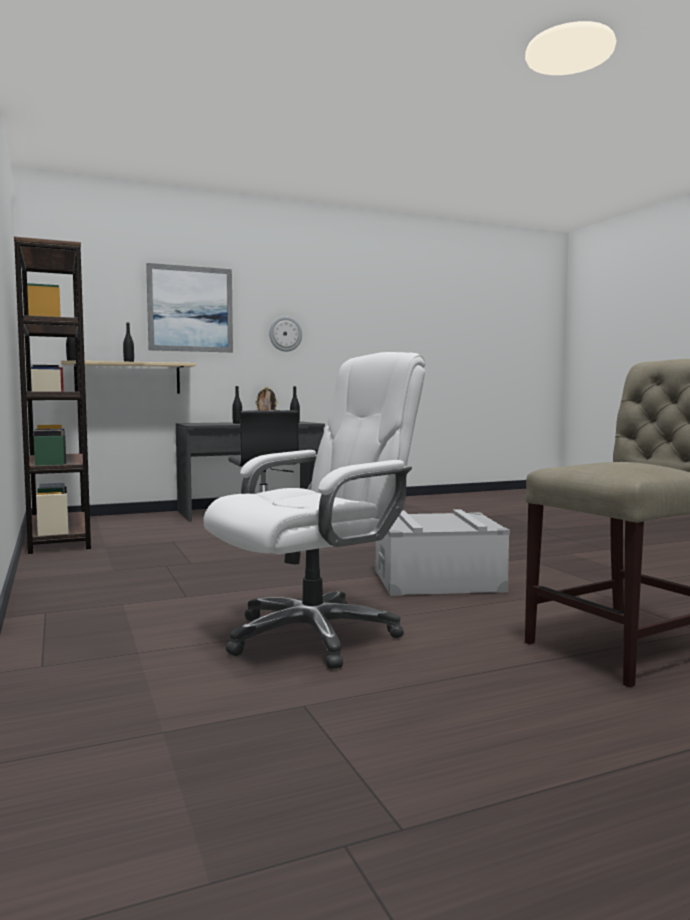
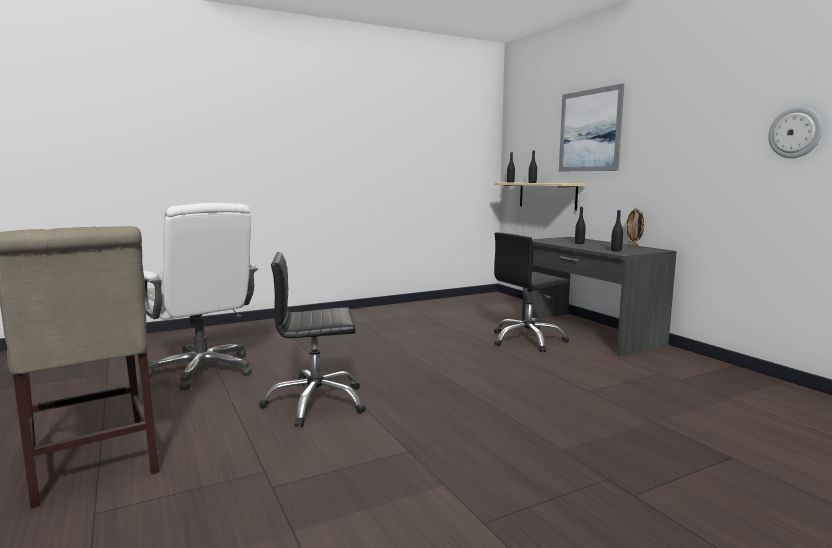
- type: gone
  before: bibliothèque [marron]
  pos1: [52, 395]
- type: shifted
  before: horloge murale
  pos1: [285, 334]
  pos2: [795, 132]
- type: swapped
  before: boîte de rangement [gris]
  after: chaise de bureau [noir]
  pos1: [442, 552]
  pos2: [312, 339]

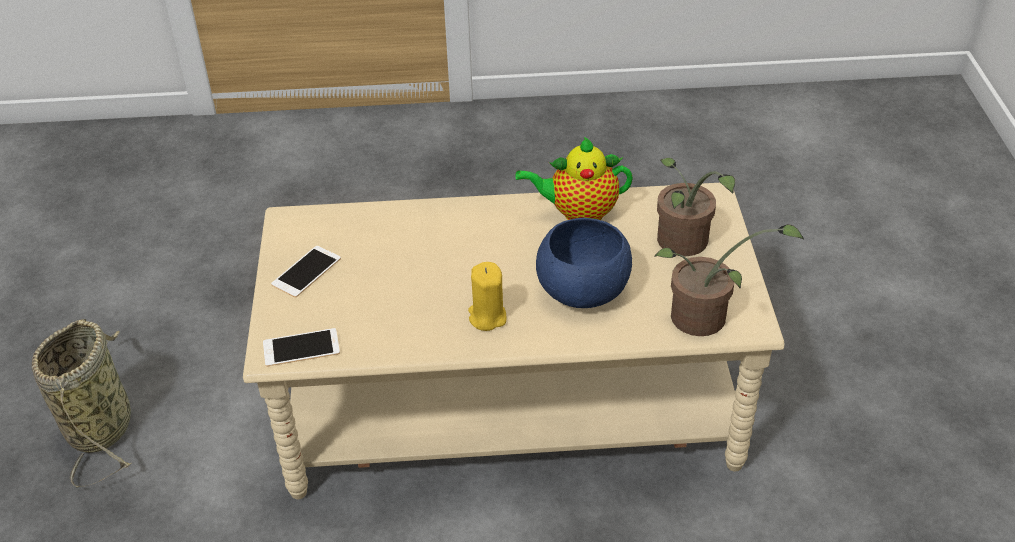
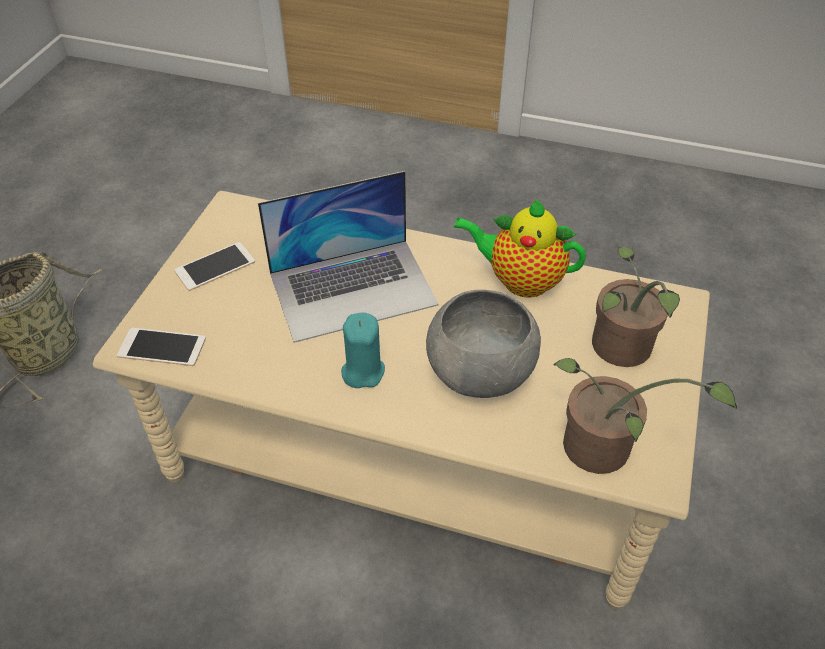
- type: repainted
  before: bol [bleu]
  after: bol [gris]
  pos1: [584, 263]
  pos2: [483, 344]
- type: repainted
  before: bougie [jaune]
  after: bougie [turquoise]
  pos1: [487, 296]
  pos2: [363, 350]
- type: new
  after: ordinateur portable
  pos2: [348, 257]

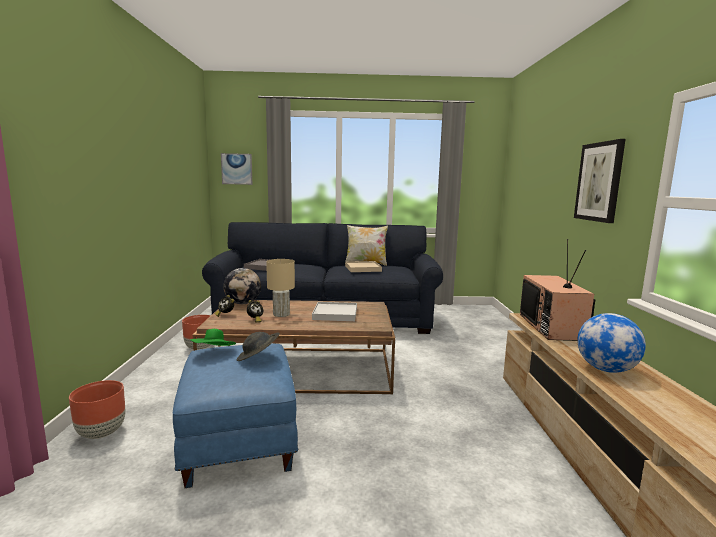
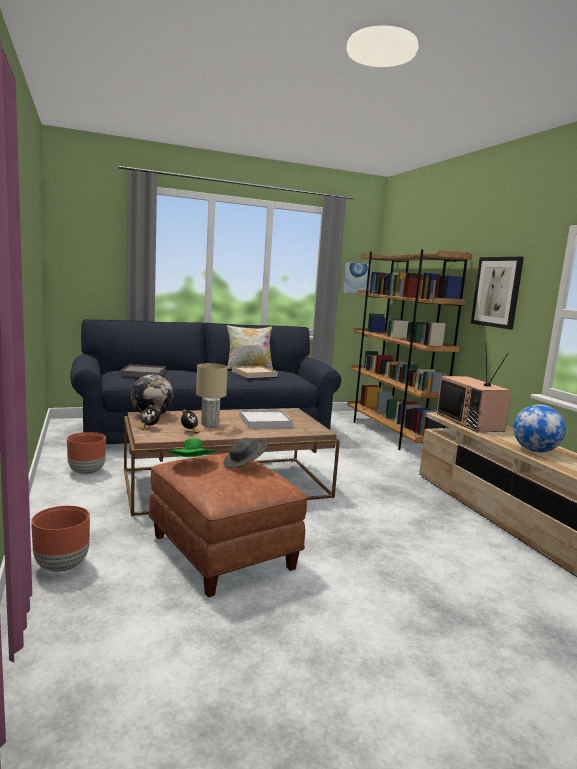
- type: shifted
  before: tableau
  pos1: [236, 169]
  pos2: [357, 277]
- type: repainted
  before: pouf [bleu]
  after: pouf [marron]
  pos1: [236, 416]
  pos2: [228, 525]
- type: new
  after: bibliothèque [marron]
  pos2: [409, 349]

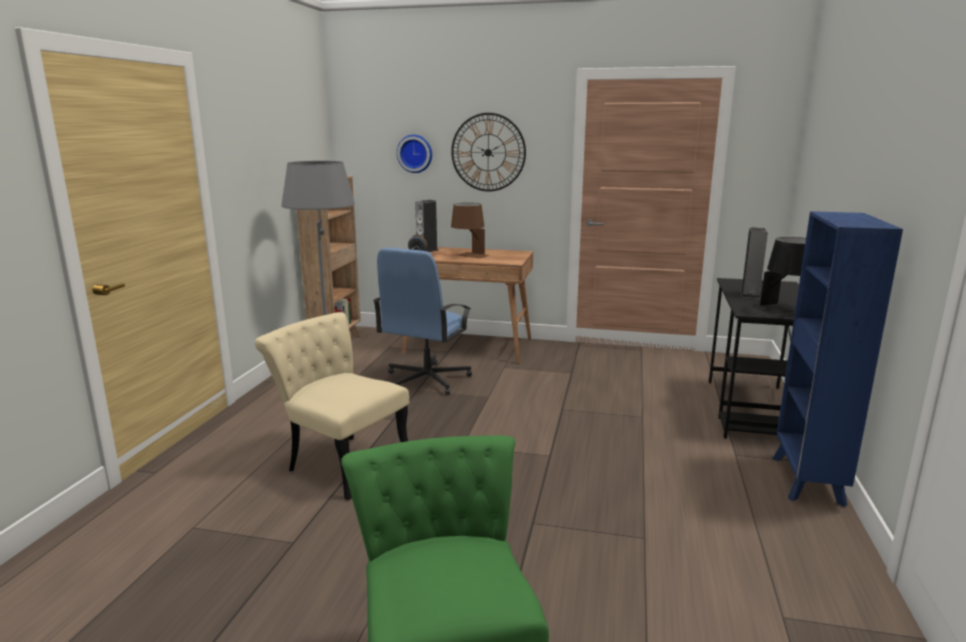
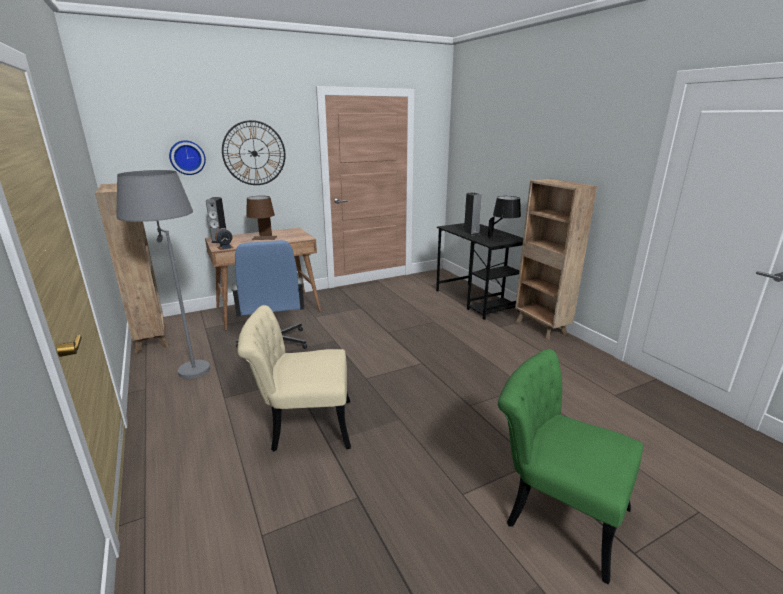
- type: repainted
  before: bibliothèque [bleu]
  after: bibliothèque [marron]
  pos1: [837, 359]
  pos2: [556, 259]

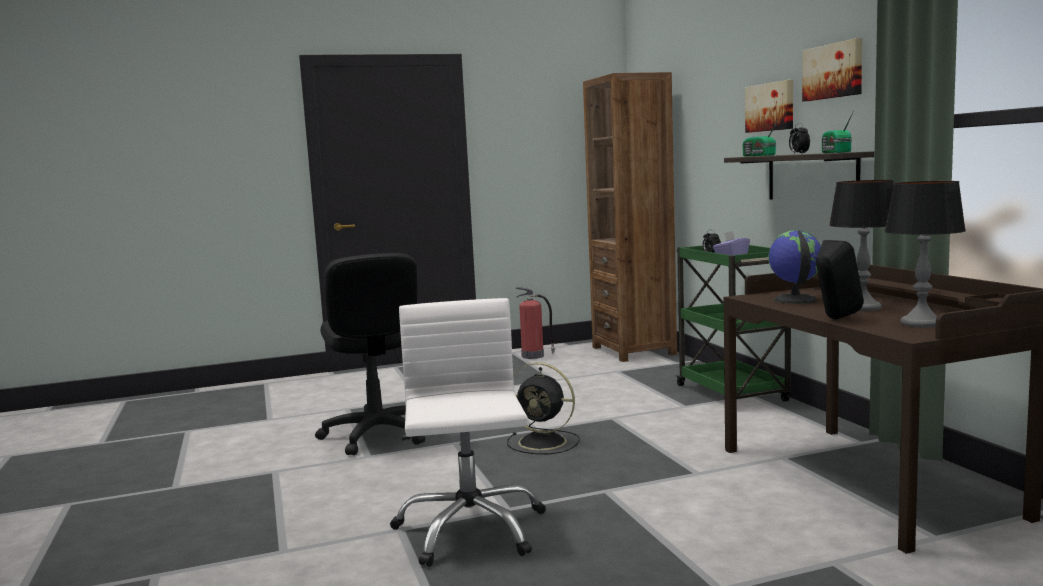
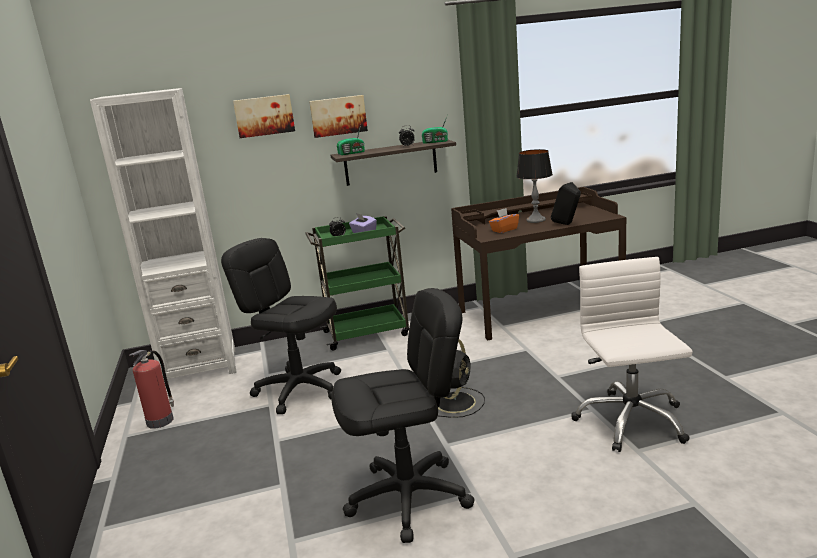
- type: shifted
  before: tableau
  pos1: [832, 69]
  pos2: [264, 116]
- type: repainted
  before: bibliothèque [marron]
  after: bibliothèque [blanc]
  pos1: [630, 217]
  pos2: [163, 237]
- type: gone
  before: lampe de table
  pos1: [925, 254]
- type: swapped
  before: globe
  after: boîte à mouchoirs [orange]
  pos1: [794, 267]
  pos2: [504, 220]
- type: rotated
  before: chaise de bureau [blanc]
  pos1: [468, 432]
  pos2: [632, 354]
  turn: 90
- type: new
  after: chaise de bureau [noir]
  pos2: [281, 326]

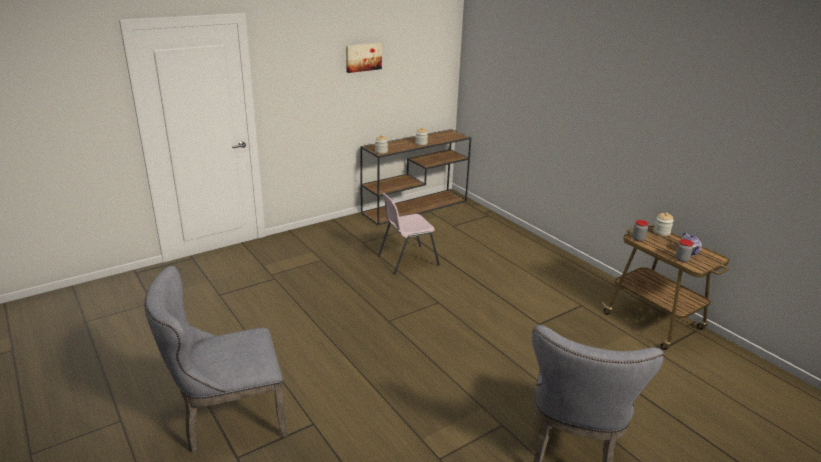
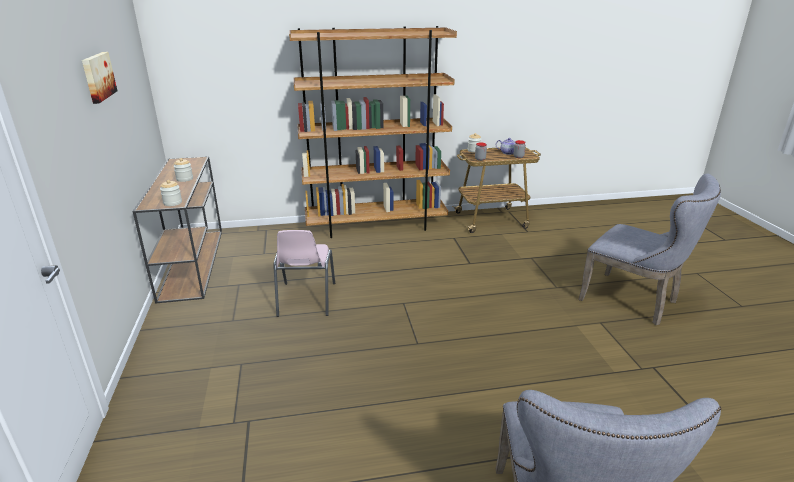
- type: new
  after: bibliothèque [marron]
  pos2: [373, 132]

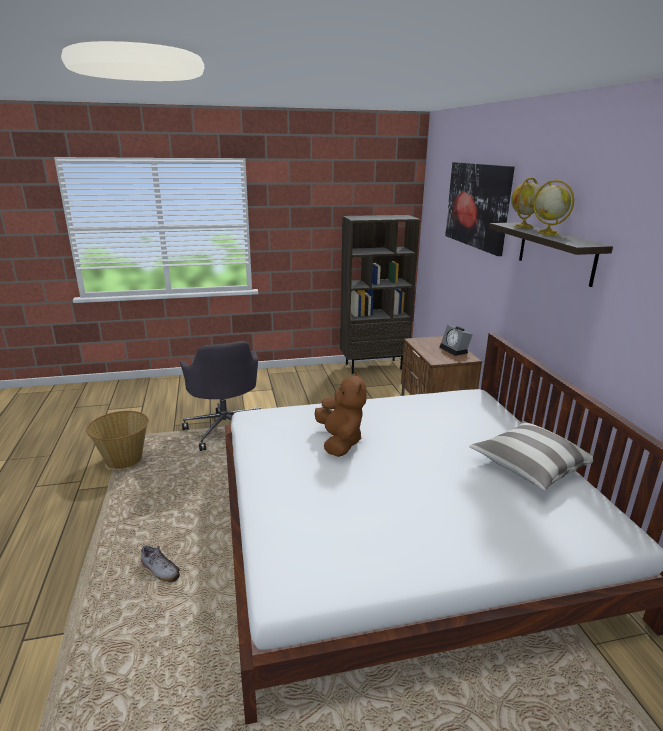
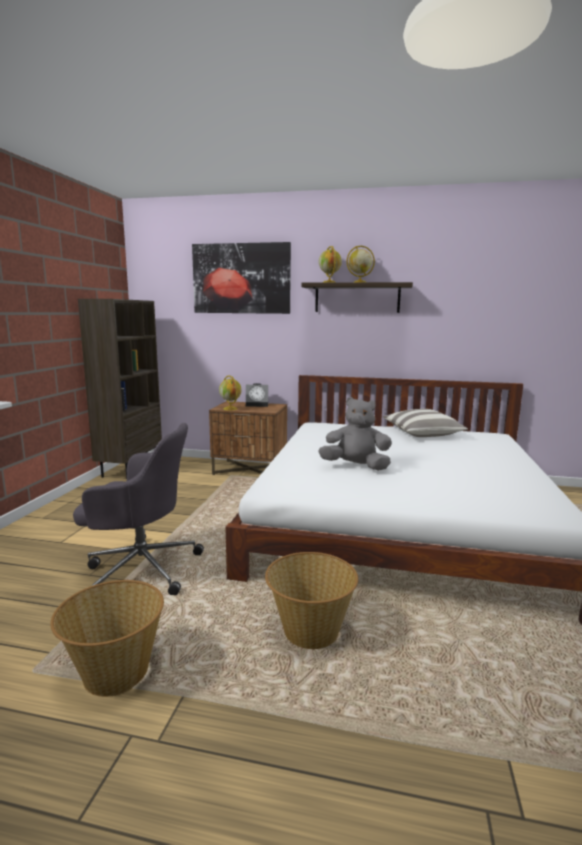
- type: repainted
  before: peluche [marron]
  after: peluche [gris]
  pos1: [341, 414]
  pos2: [355, 434]
- type: gone
  before: chaussure
  pos1: [160, 563]
- type: new
  after: globe
  pos2: [230, 393]
- type: new
  after: panier
  pos2: [311, 600]

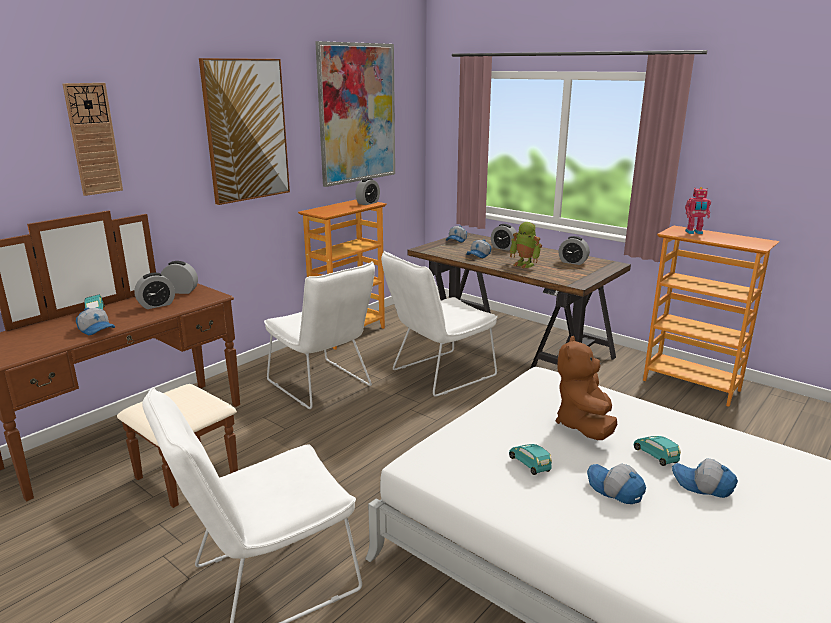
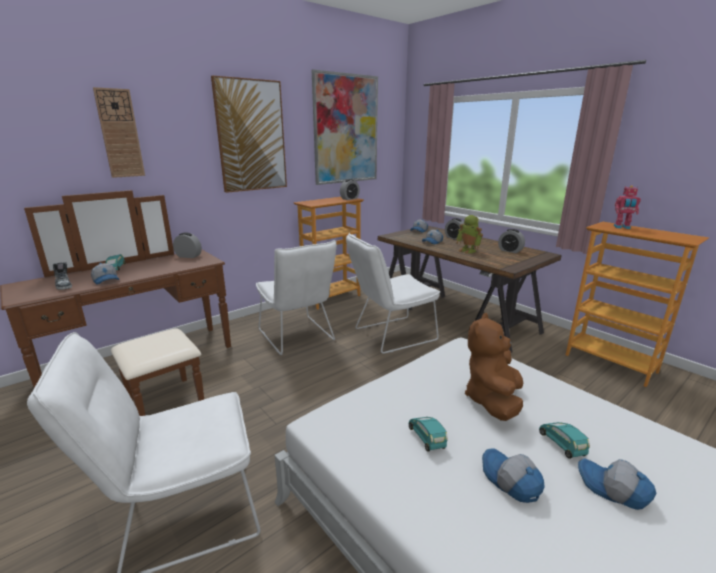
- type: gone
  before: réveil
  pos1: [154, 291]
- type: new
  after: chaussure
  pos2: [62, 276]

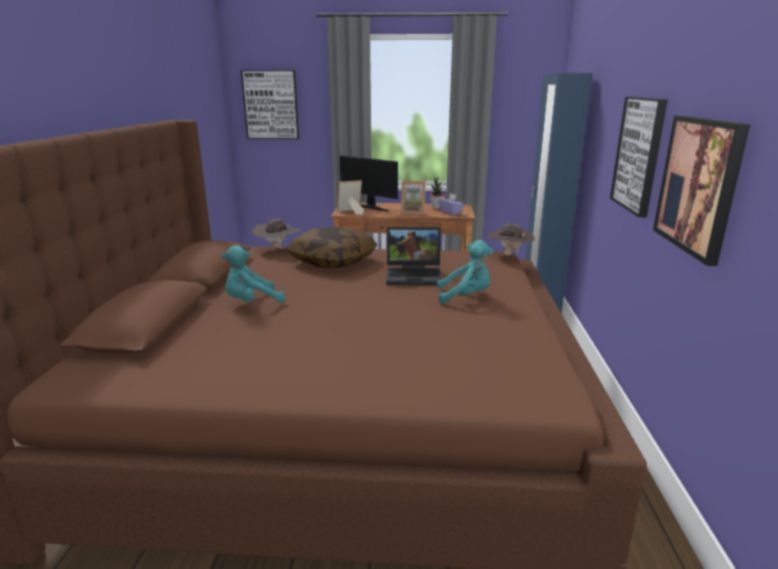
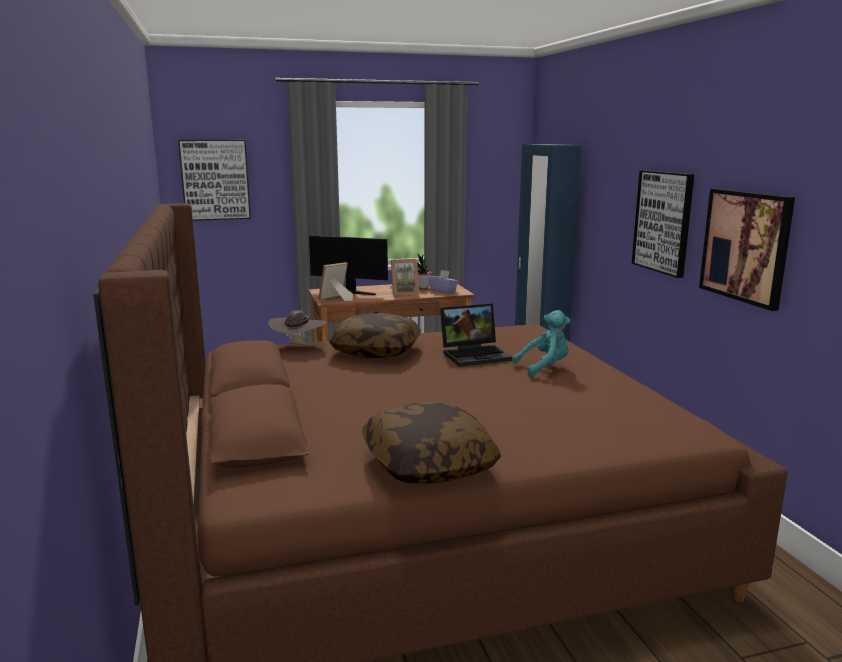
- type: gone
  before: chapeau [marron]
  pos1: [511, 239]
- type: gone
  before: peluche [turquoise]
  pos1: [253, 274]
- type: new
  after: coussin
  pos2: [432, 443]

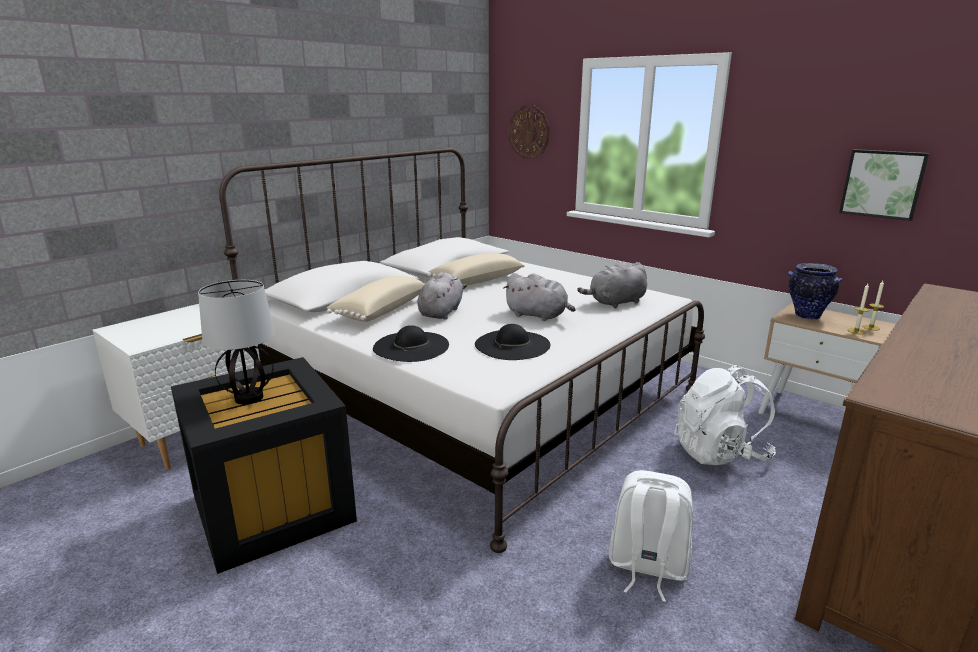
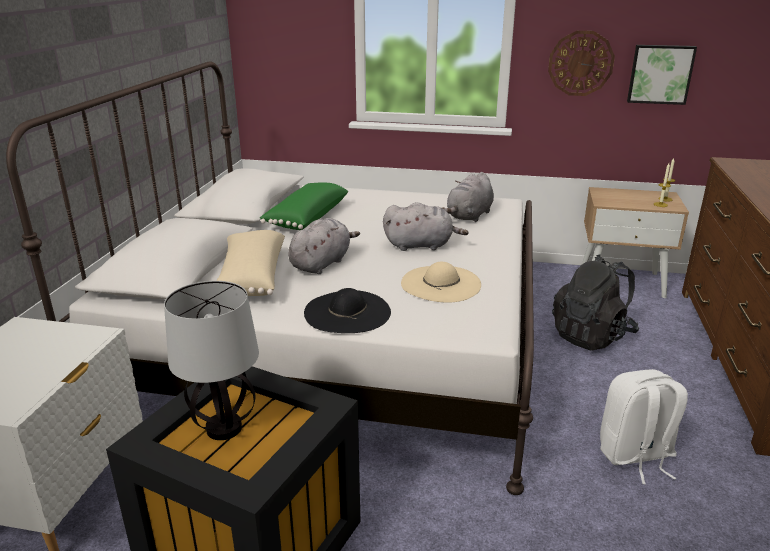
- type: shifted
  before: horloge murale
  pos1: [529, 132]
  pos2: [581, 63]
- type: repainted
  before: coussin [beige]
  after: coussin [vert]
  pos1: [476, 269]
  pos2: [304, 206]
- type: gone
  before: vase
  pos1: [815, 291]
- type: rotated
  before: peluche [gris]
  pos1: [442, 295]
  pos2: [324, 246]
  turn: 45
- type: repainted
  before: chapeau [noir]
  after: chapeau [beige]
  pos1: [512, 342]
  pos2: [441, 282]
- type: repainted
  before: sac à dos [blanc]
  after: sac à dos [noir]
  pos1: [725, 415]
  pos2: [595, 302]

